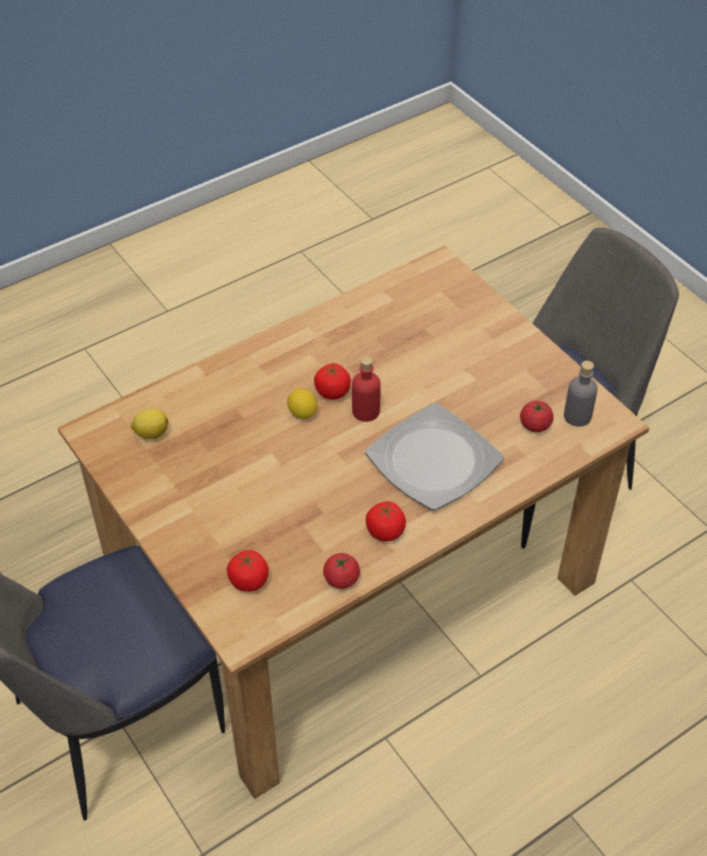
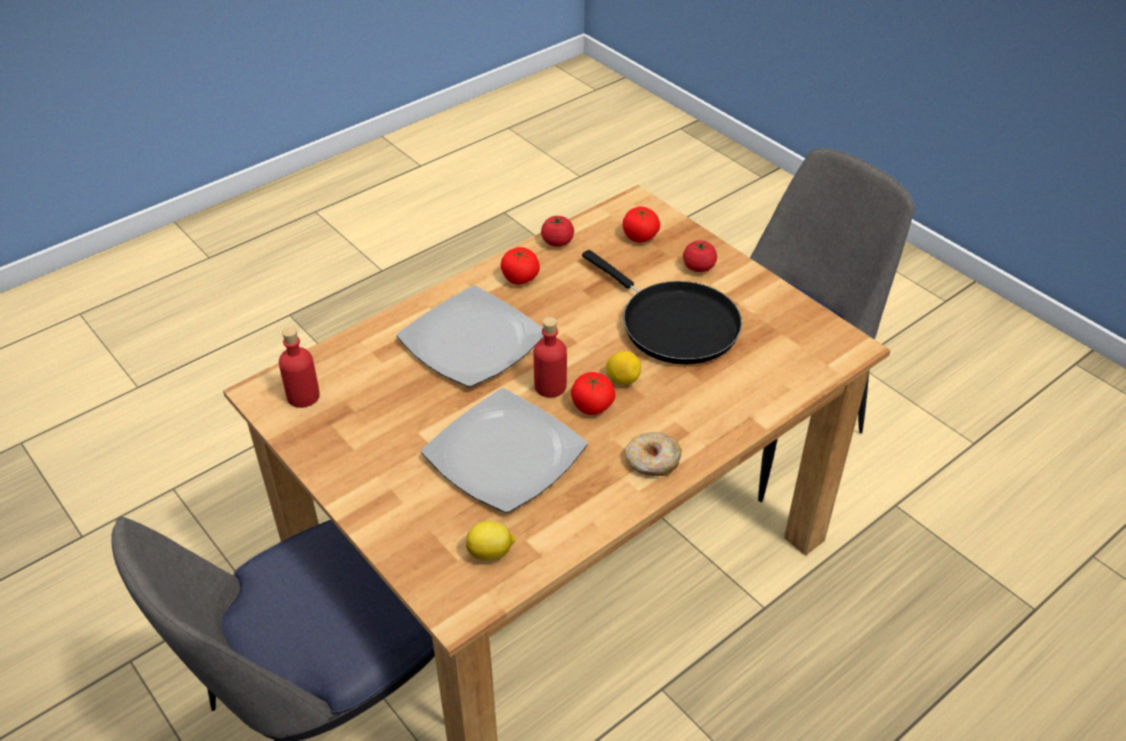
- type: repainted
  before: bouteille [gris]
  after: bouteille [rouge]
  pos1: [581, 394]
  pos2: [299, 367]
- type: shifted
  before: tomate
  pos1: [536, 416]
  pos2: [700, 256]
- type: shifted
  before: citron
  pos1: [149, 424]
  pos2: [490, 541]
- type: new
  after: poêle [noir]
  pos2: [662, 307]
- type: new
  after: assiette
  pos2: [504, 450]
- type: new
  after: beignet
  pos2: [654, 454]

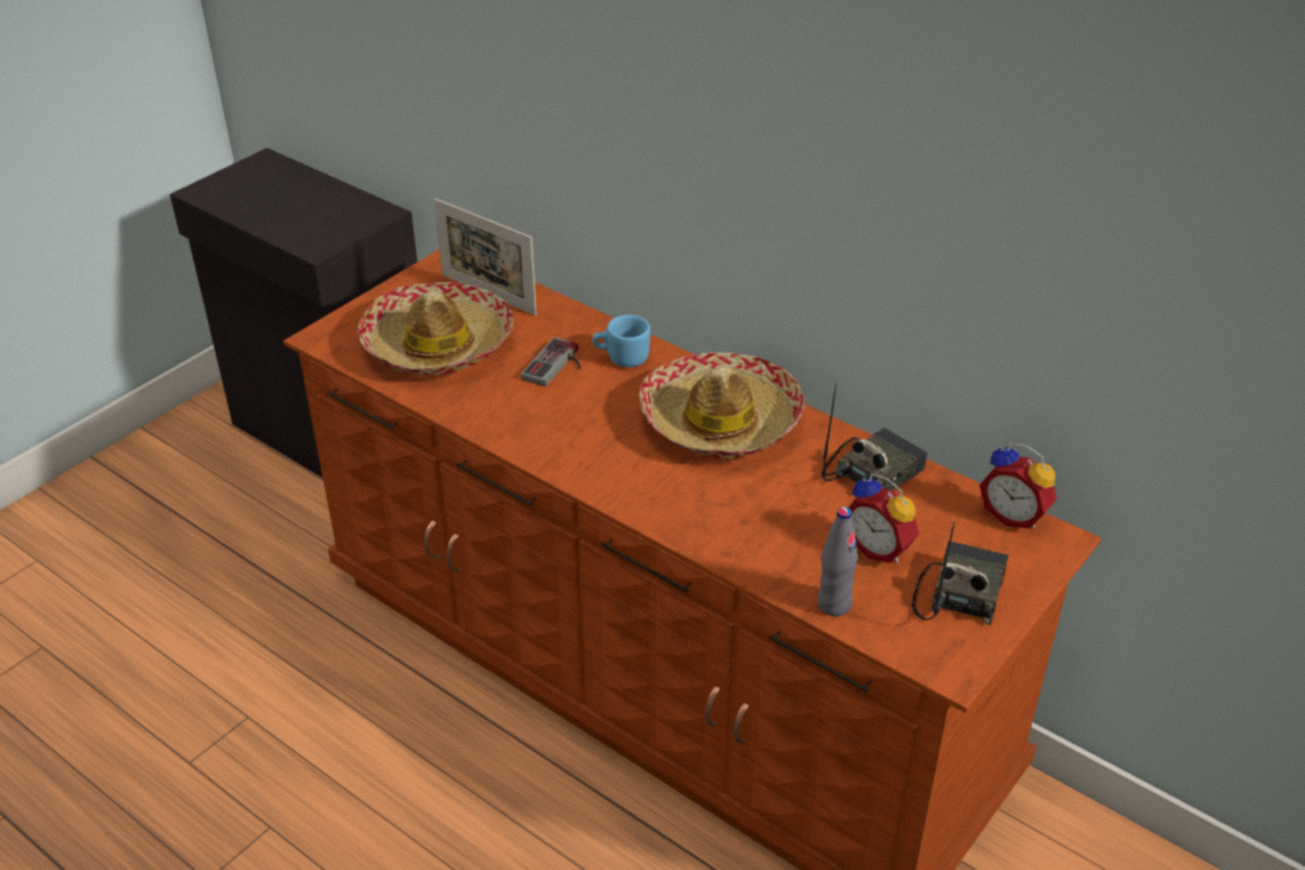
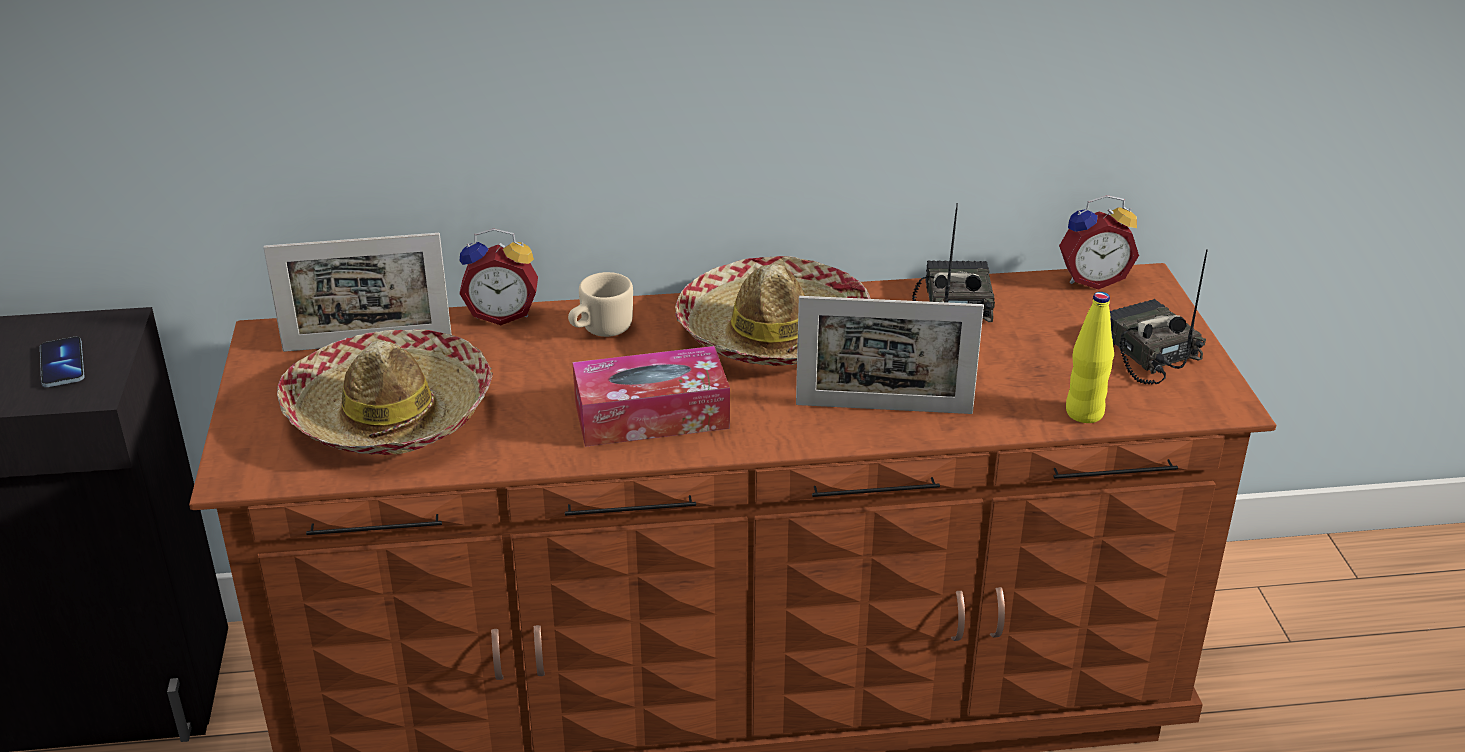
- type: repainted
  before: mug [bleu]
  after: mug [beige]
  pos1: [621, 341]
  pos2: [600, 304]
- type: gone
  before: manette
  pos1: [550, 361]
- type: shifted
  before: réveil
  pos1: [883, 518]
  pos2: [498, 277]
- type: repainted
  before: bouteille [gris]
  after: bouteille [jaune]
  pos1: [838, 561]
  pos2: [1090, 357]
- type: new
  after: cadre photo
  pos2: [890, 355]
- type: new
  after: téléphone
  pos2: [62, 362]
- type: new
  after: boîte à mouchoirs
  pos2: [651, 396]

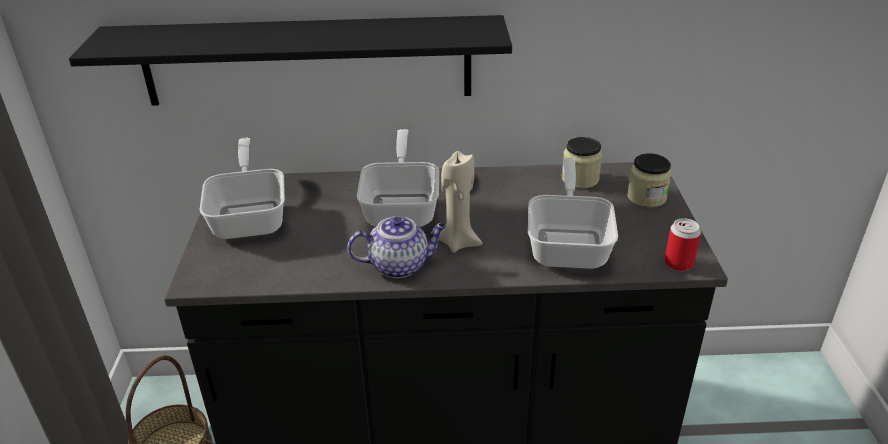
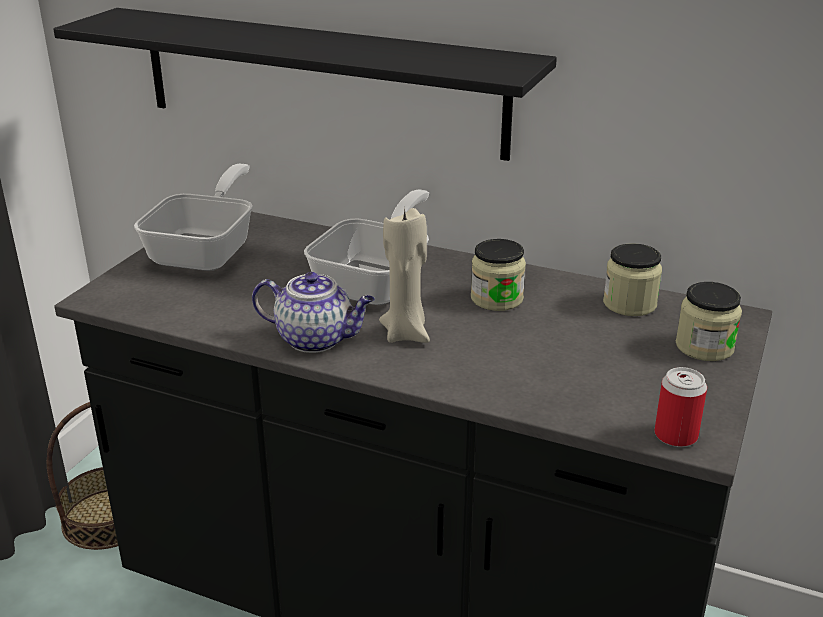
- type: gone
  before: poêle
  pos1: [573, 213]
- type: new
  after: bocal
  pos2: [498, 275]

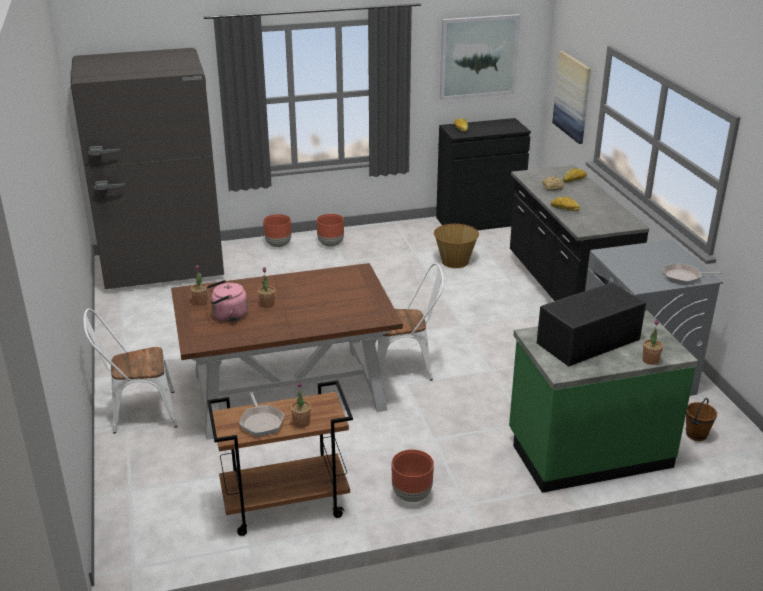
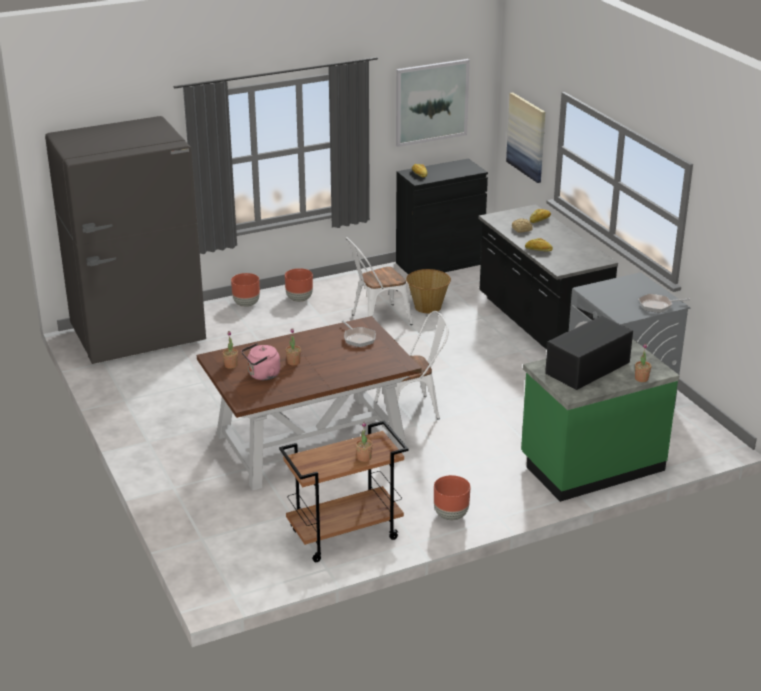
- type: shifted
  before: chaise [blanc]
  pos1: [130, 371]
  pos2: [379, 281]
- type: shifted
  before: poêle
  pos1: [262, 414]
  pos2: [359, 333]
- type: gone
  before: seau [marron]
  pos1: [701, 419]

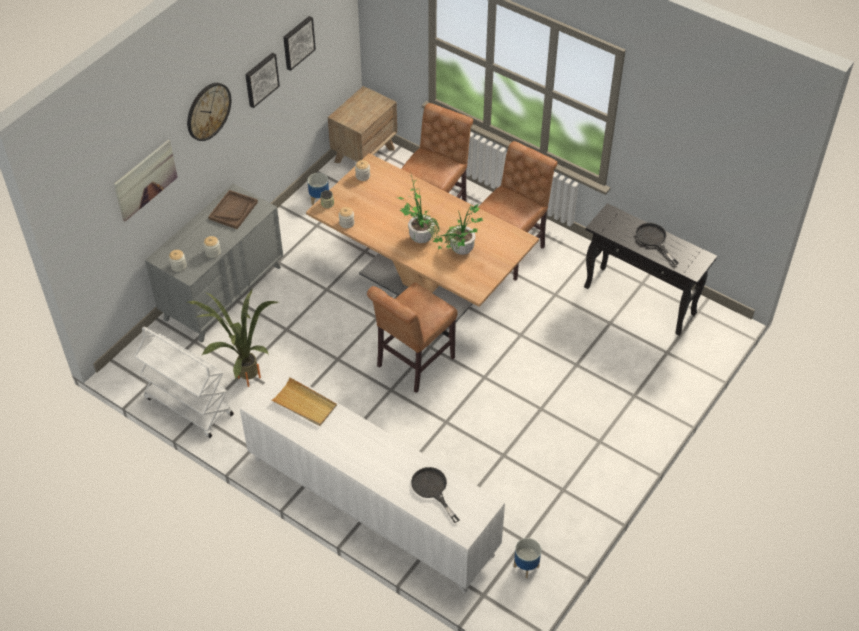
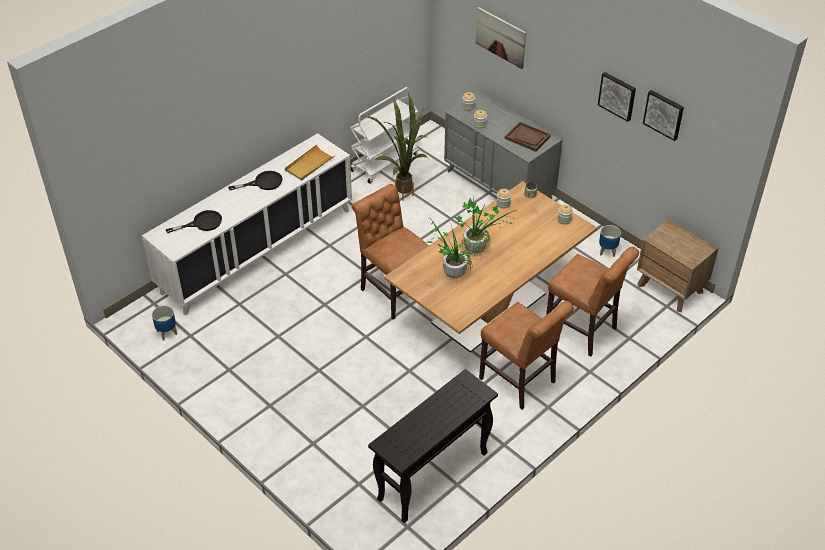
- type: gone
  before: horloge murale
  pos1: [209, 112]
- type: shifted
  before: poêle [noir]
  pos1: [657, 244]
  pos2: [255, 180]

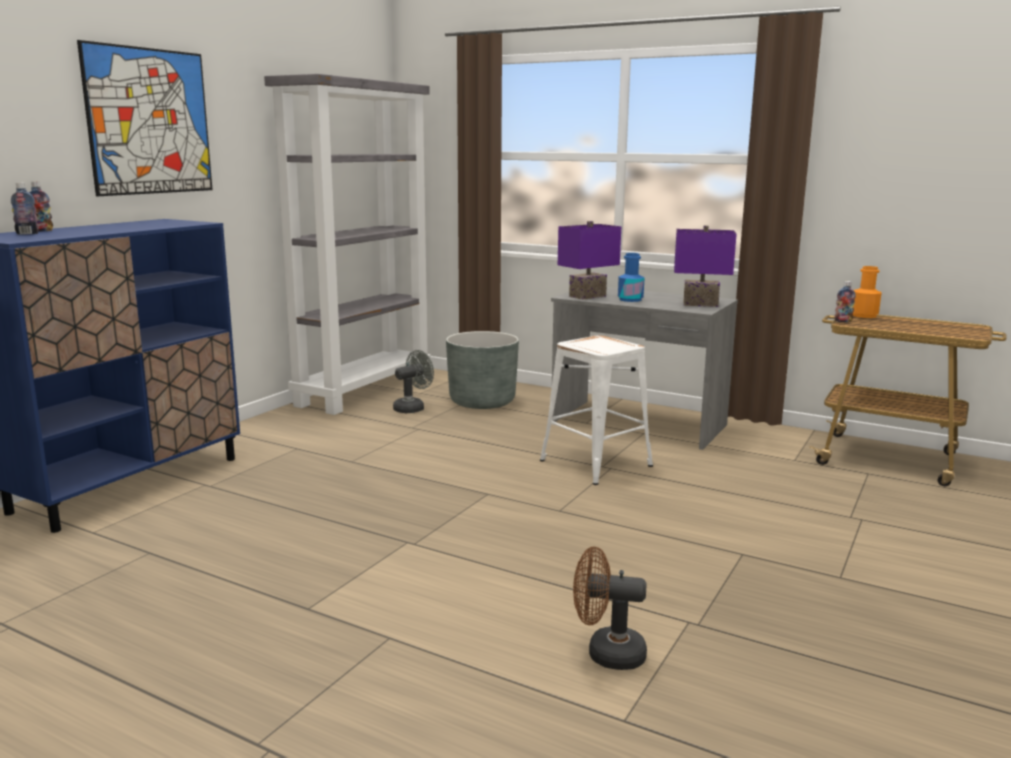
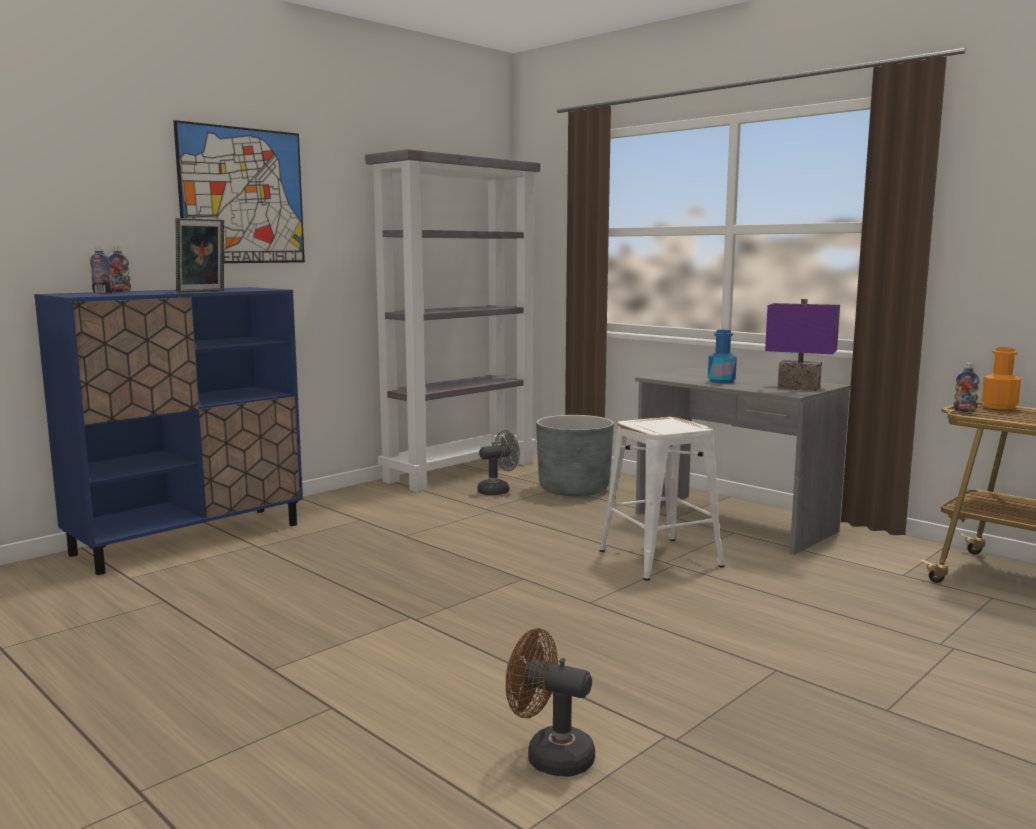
- type: gone
  before: lampe de table [violet]
  pos1: [589, 260]
- type: new
  after: cadre photo
  pos2: [199, 255]

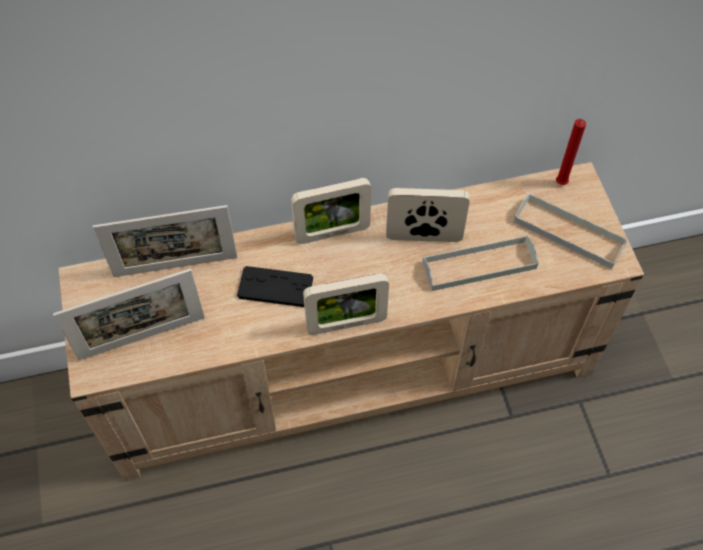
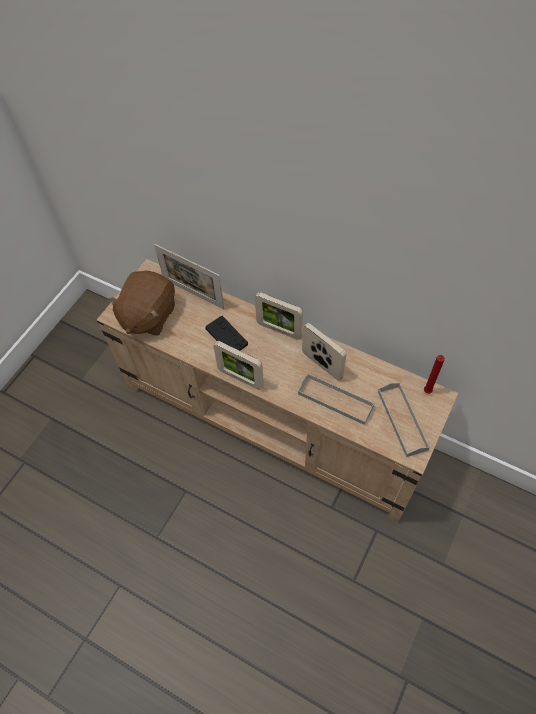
- type: swapped
  before: cadre photo
  after: peluche [marron]
  pos1: [129, 314]
  pos2: [141, 302]

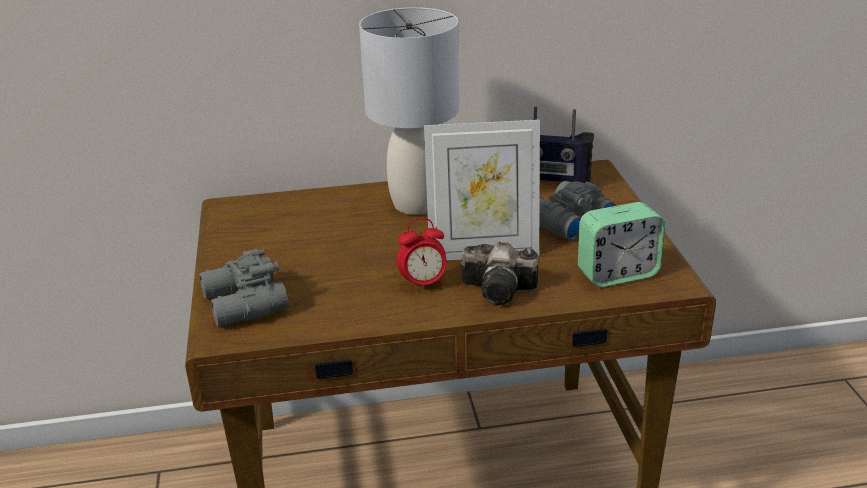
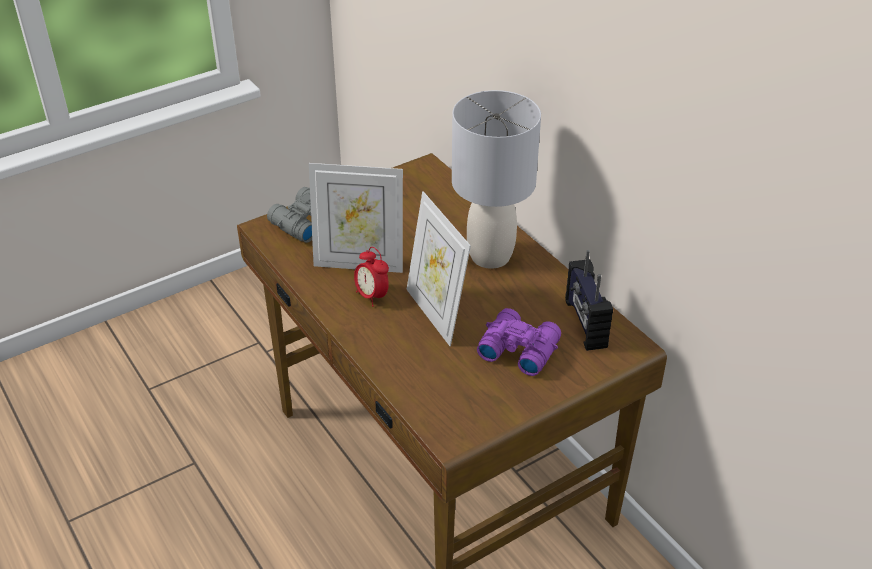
- type: repainted
  before: jumelles [gris]
  after: jumelles [violet]
  pos1: [577, 210]
  pos2: [519, 342]
- type: gone
  before: réveil
  pos1: [621, 244]
- type: gone
  before: appareil photo
  pos1: [499, 273]
- type: new
  after: cadre photo
  pos2: [356, 218]

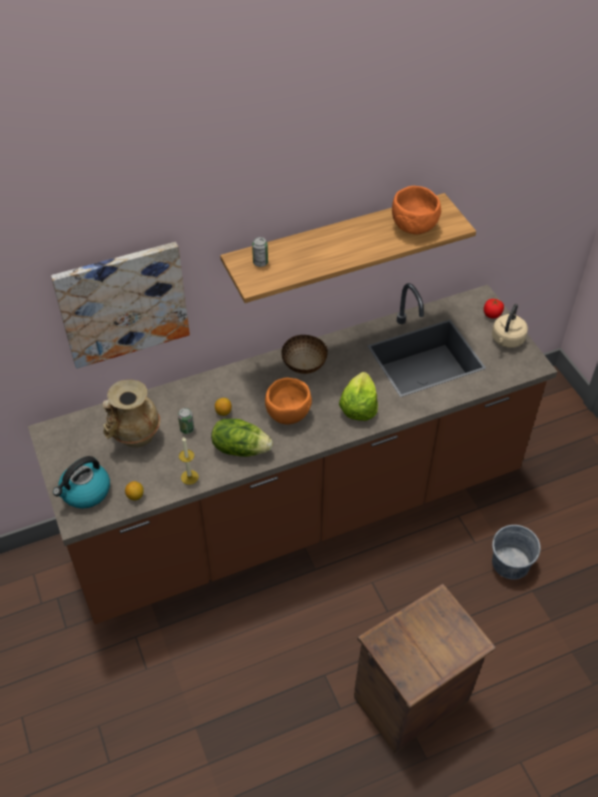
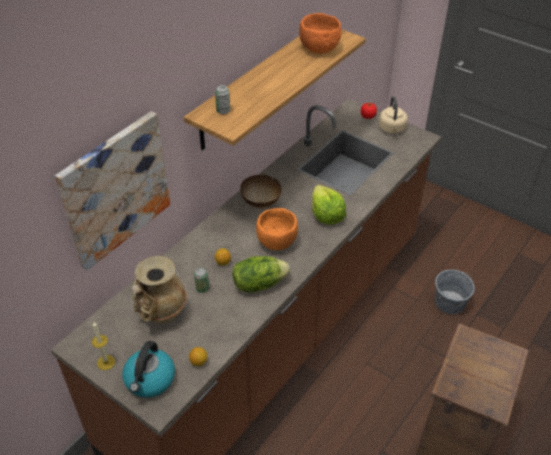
- type: shifted
  before: bougie
  pos1: [189, 461]
  pos2: [103, 346]

